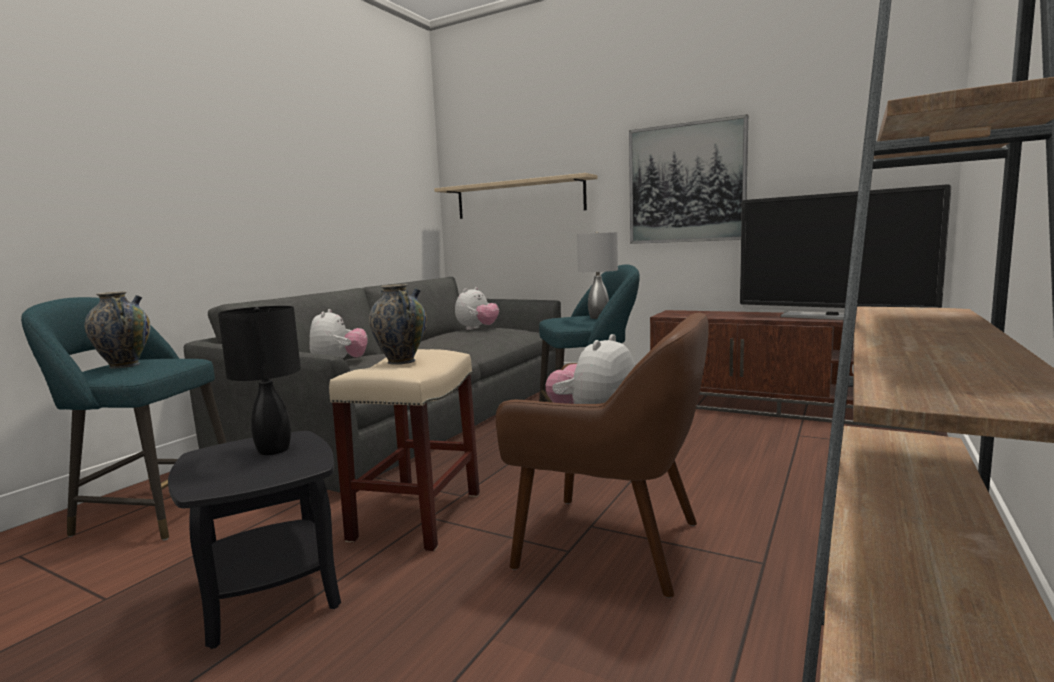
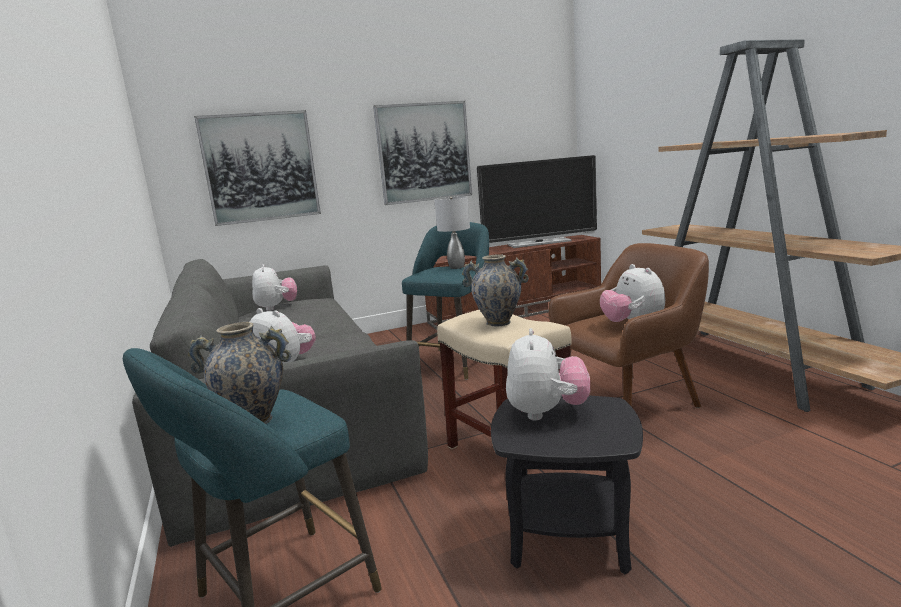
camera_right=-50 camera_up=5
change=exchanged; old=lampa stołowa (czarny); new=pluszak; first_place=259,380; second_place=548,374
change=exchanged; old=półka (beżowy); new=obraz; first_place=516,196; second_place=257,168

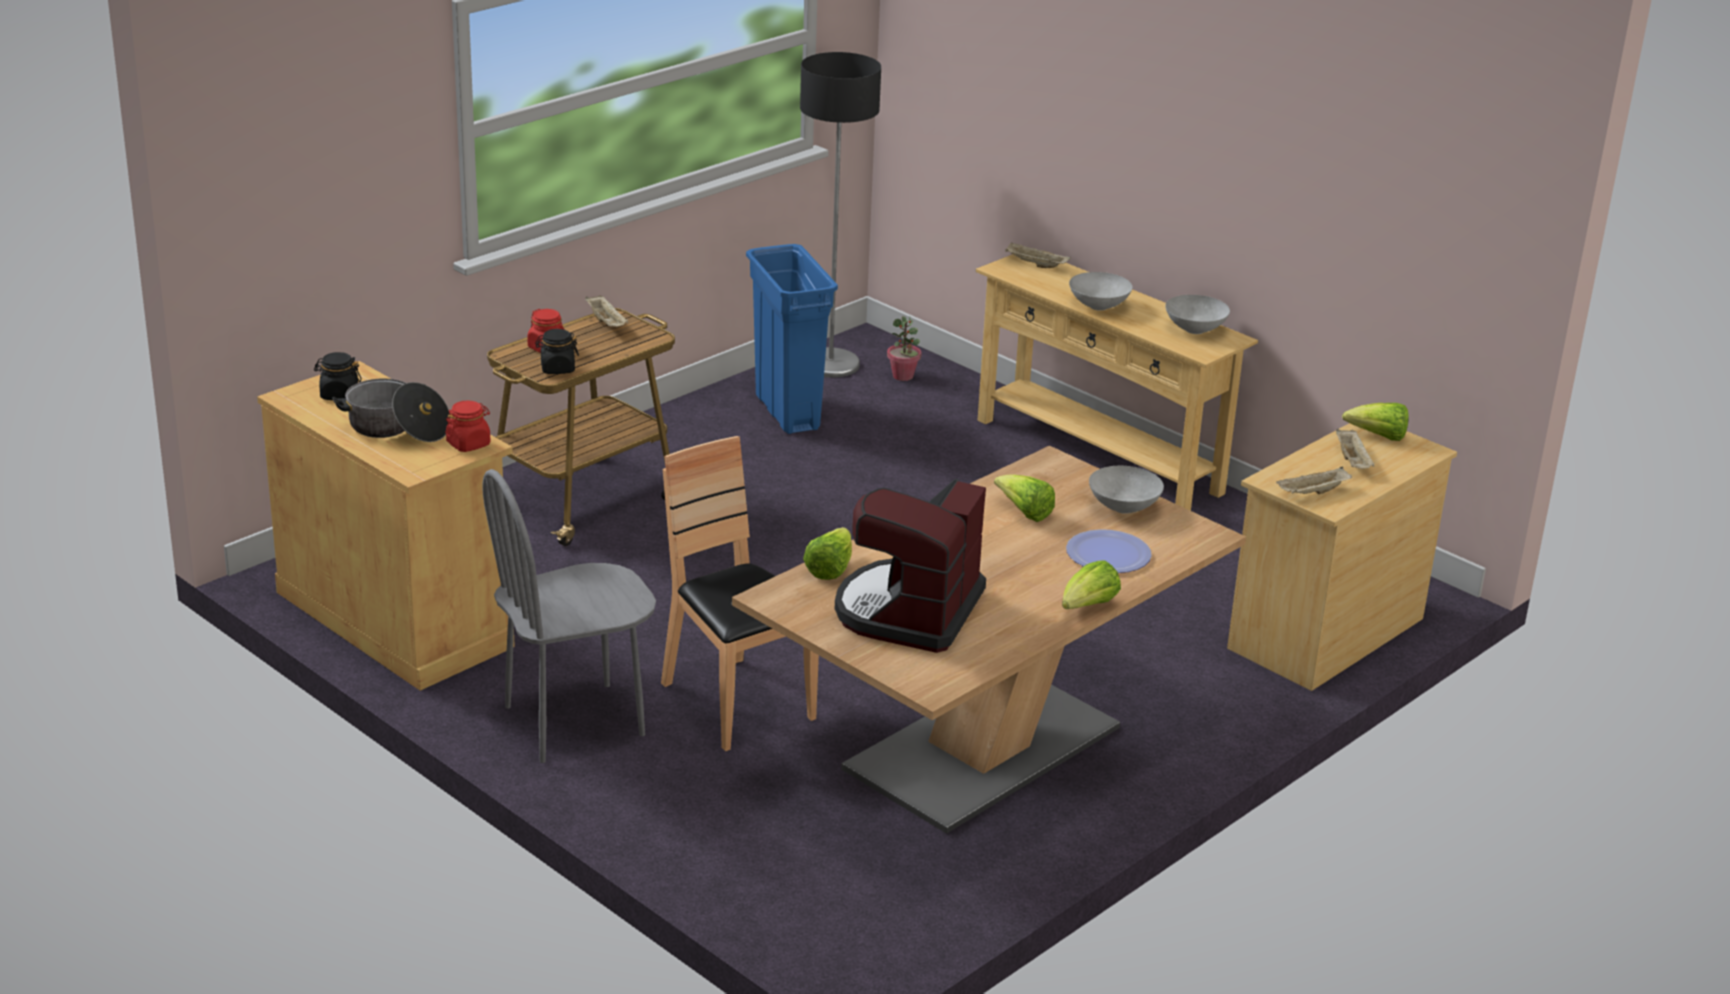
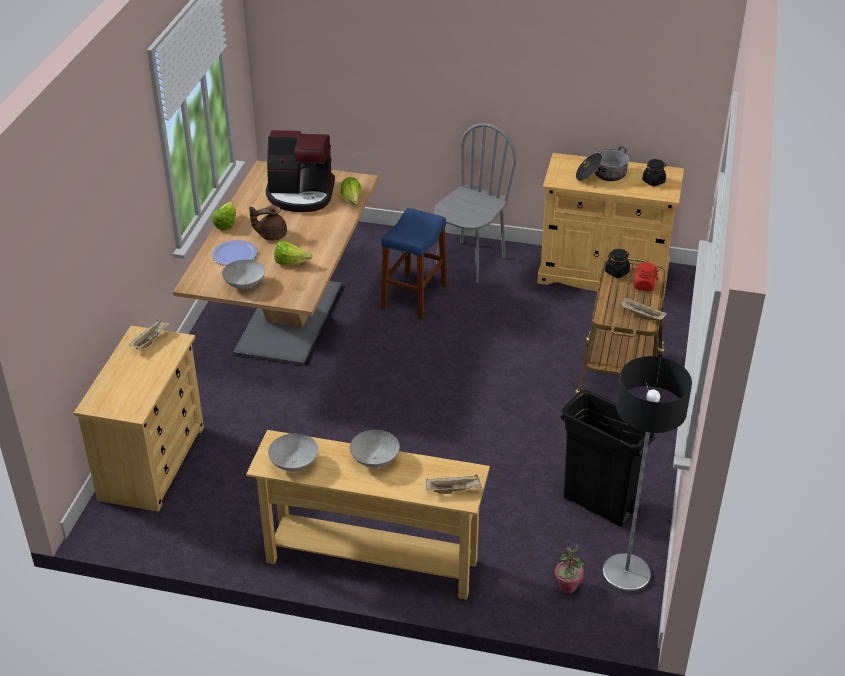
camera_right=150 camera_up=10
change=missing; old=słoik (czerwony); first_place=468,426
change=missing; old=taca (beżowy); first_place=1355,448
change=missing; old=sałata; first_place=1375,422
change=appeared; new=imbryk (brązowy); second_place=268,222
change=exchanged; old=krzesło (brązowy); new=stołek (niebieski); first_place=740,593; second_place=414,263
change=colour; old=kosz na śmieci (niebieski); new=kosz na śmieci (czarny); first_place=792,339; second_place=608,458
change=spun; old=ekspres do kawy; first_place=910,566; second_place=300,171; degrees=105

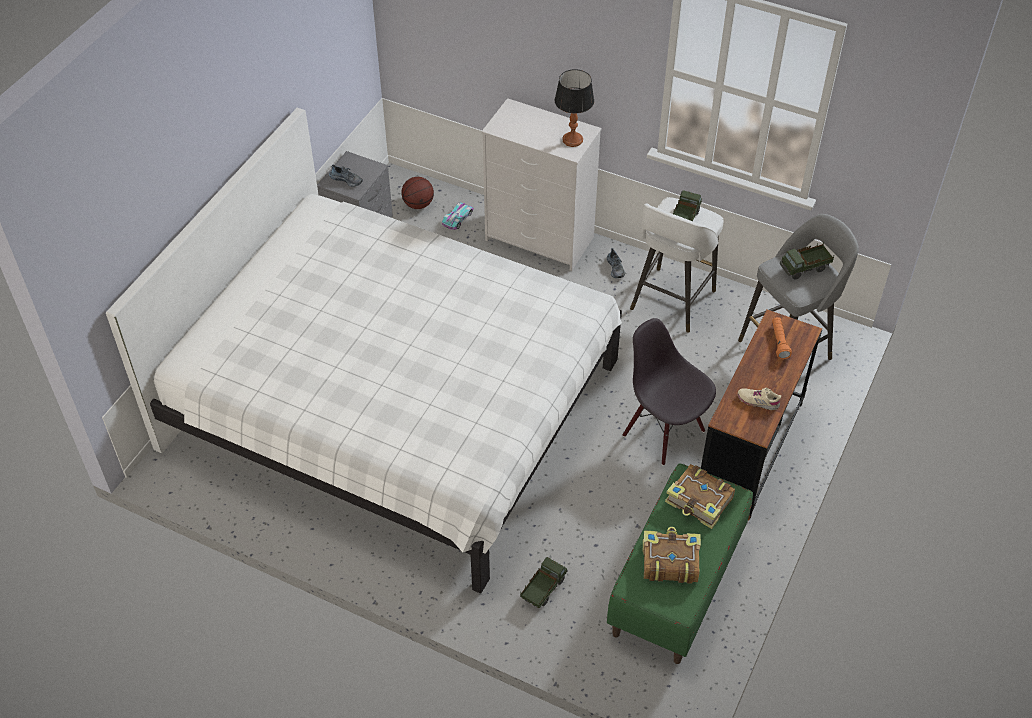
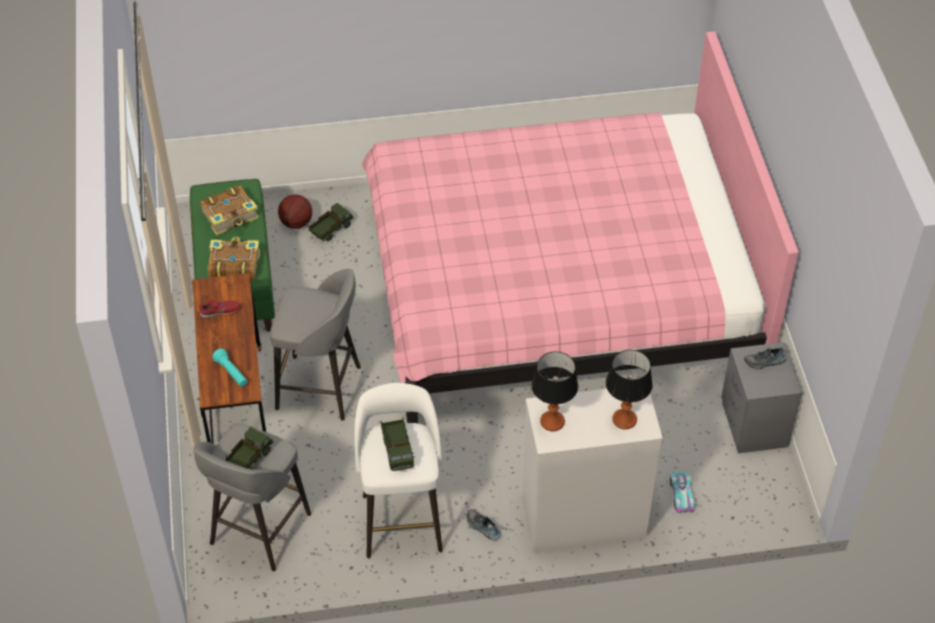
camera_right=145 camera_up=0
change=appeared; new=lampa stołowa; second_place=629,390
change=relocated; old=piłka do koszykówki; first_place=417,193; second_place=295,211
change=exchanged; old=krzesło (czarny); new=stołek (szary); first_place=669,392; second_place=315,345
change=colour; old=łóżko (biały); new=łóżko (różowy); first_place=364,351; second_place=580,227
change=colour; old=but (beżowy); new=but (czerwony); first_place=759,399; second_place=219,309
change=colour; old=latarka (pomarańczowy); new=latarka (turkusowy); first_place=782,338; second_place=229,367
change=spun; old=ciężarówka zabawkowa; first_place=544,582; second_place=331,222; degrees=-135

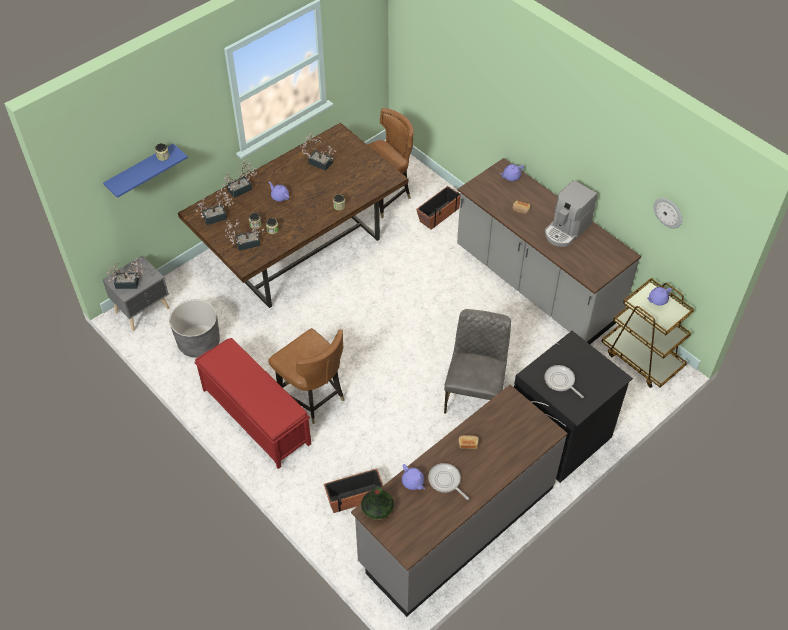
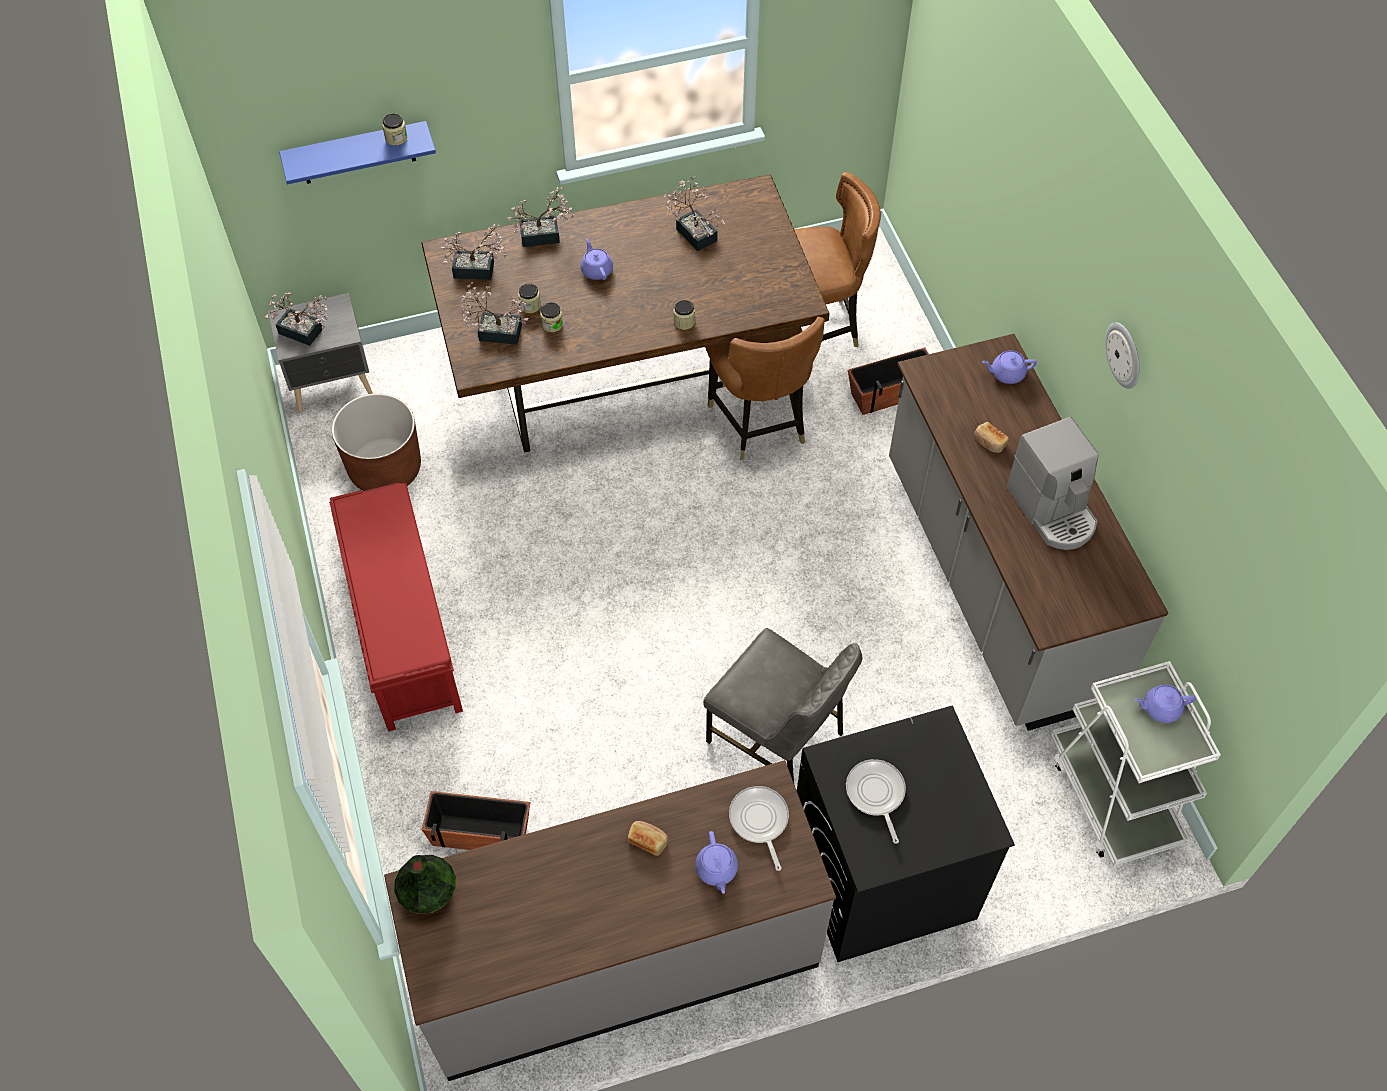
camera_right=25 camera_up=5
change=relocated; old=krzesło (brązowy); first_place=306,376; second_place=765,388
change=relocated; old=imbryk (fioletowy); first_place=413,477; second_place=716,862
change=relocated; old=patelnia; first_place=448,481; second_place=759,828
change=relocated; old=zegar ścienny; first_place=668,213; second_place=1122,355
change=colour; old=donica (szary); new=donica (brązowy); first_place=194,328; second_place=376,442
change=colour; old=wózek (brązowy); new=wózek (biały); first_place=647,333; second_place=1136,763
change=spun; old=krzesło (szary); first_place=477,361; second_place=782,705; degrees=90
change=spun; old=ekspres do kawy; first_place=571,213; second_place=1052,483; degrees=-90

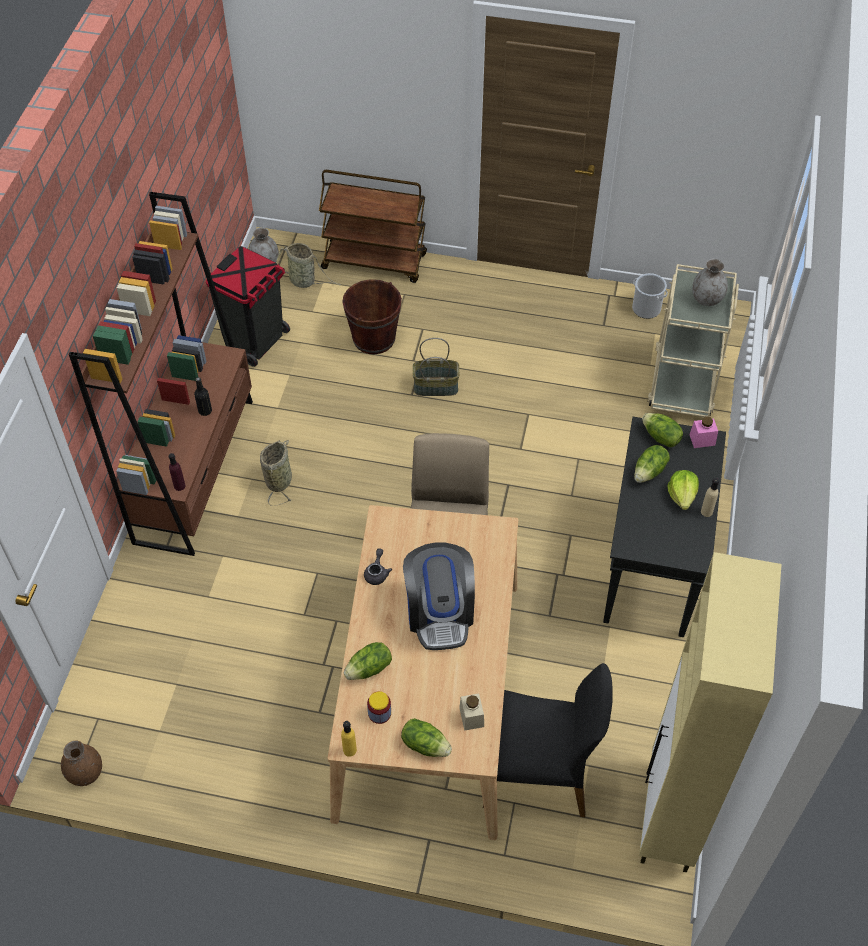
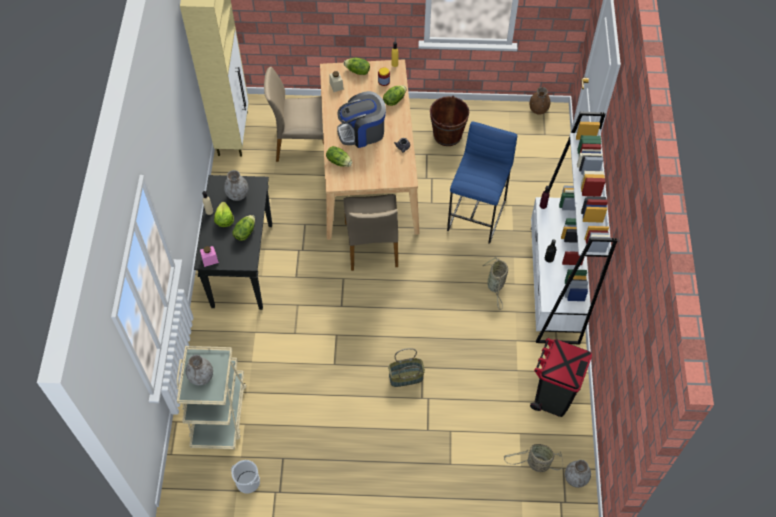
camera_right=170 camera_up=5
change=missing; old=wózek (brązowy); first_place=373,226
change=appeared; new=wazon (szary); second_place=236,185
change=appeared; new=stołek (niebieski); second_place=482,182
change=relocated; old=wiadro (brązowy); first_place=372,316; second_place=449,121
change=relocated; old=sałata; first_place=662,430; second_place=339,156
change=colour; old=regał (brązowy); new=regał (biały); first_place=161,374; second_place=574,228
change=colour; old=krzesło (czarny); new=krzesło (beżowy); first_place=548,740; second_place=294,114
change=spun; old=ekspres do kawy; first_place=439,596; second_place=361,119; degrees=-90

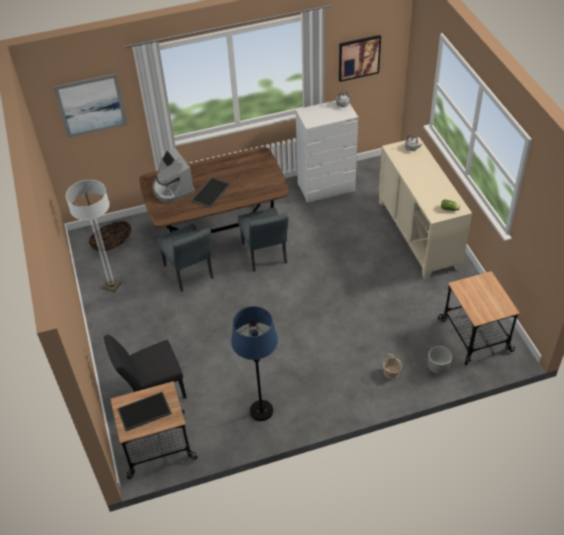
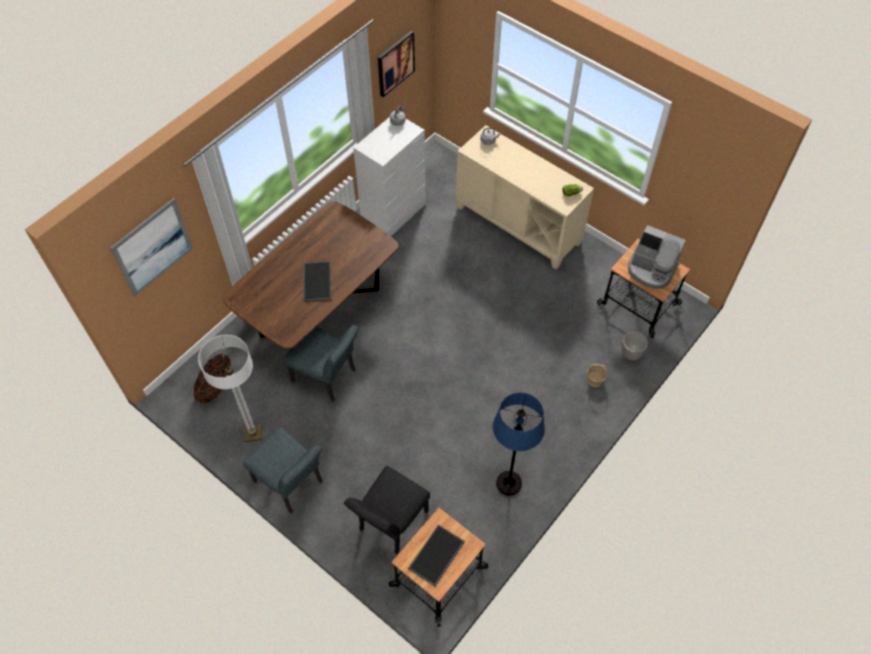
camera_right=-35 camera_up=10
change=relocated; old=ekspres do kawy; first_place=173,175; second_place=657,257
change=relocated; old=krzesło (szary); first_place=263,239; second_place=283,470

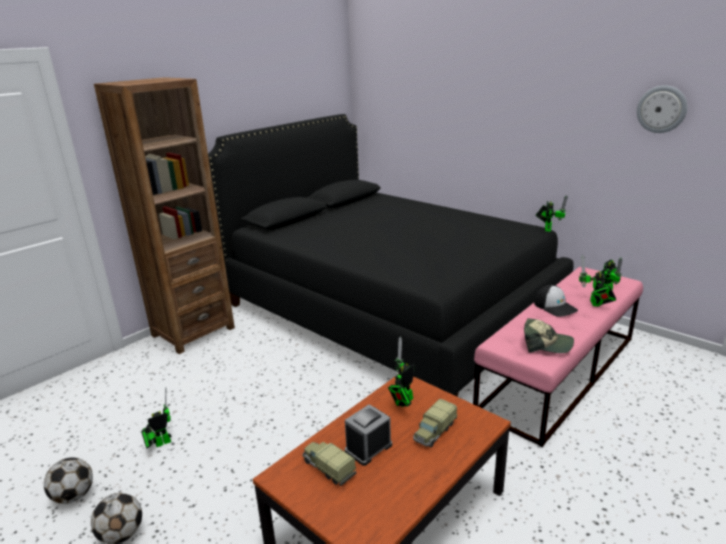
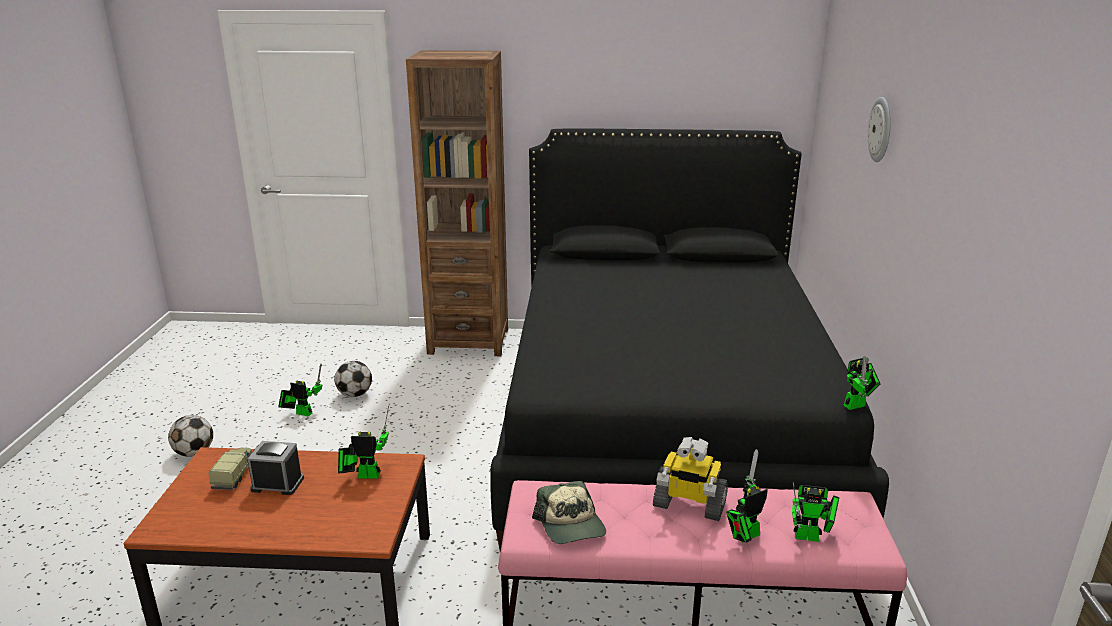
camera_right=50 camera_up=0
change=missing; old=ciężarówka zabawkowa; first_place=435,423
change=relocated; old=piłka futbolowa; first_place=68,480; second_place=353,379
change=relocated; old=zegar ścienny; first_place=662,109; second_place=879,129
change=exchanged; old=czapka z daszkiem; new=robot zabawkowy; first_place=556,300; second_place=690,479

